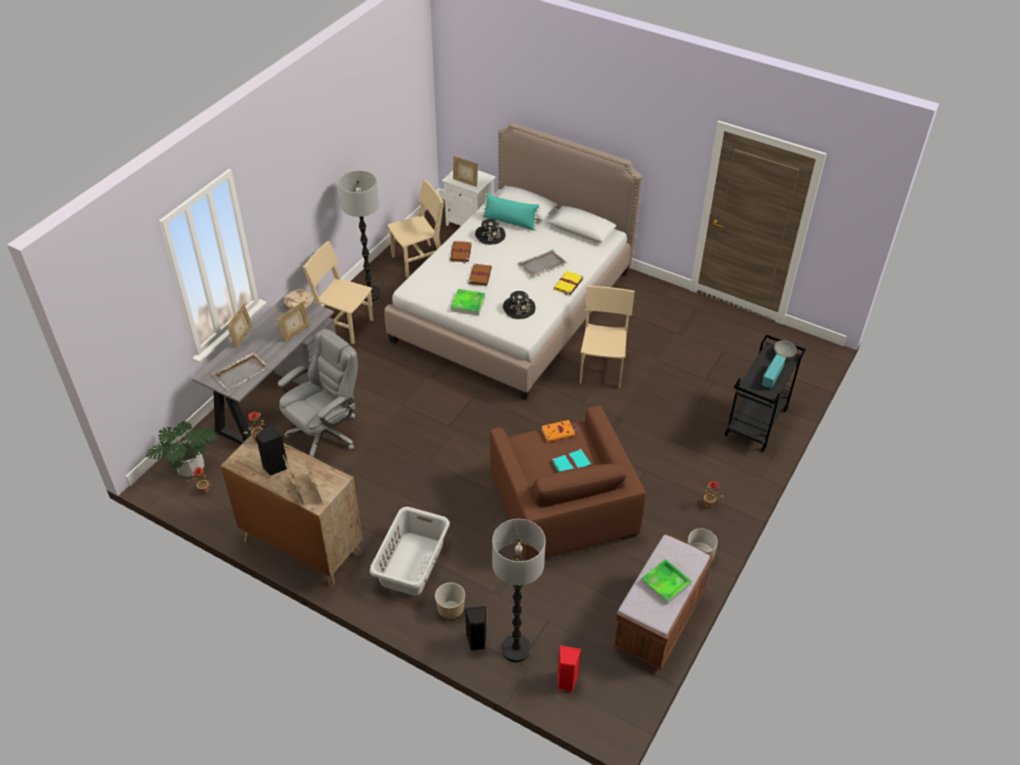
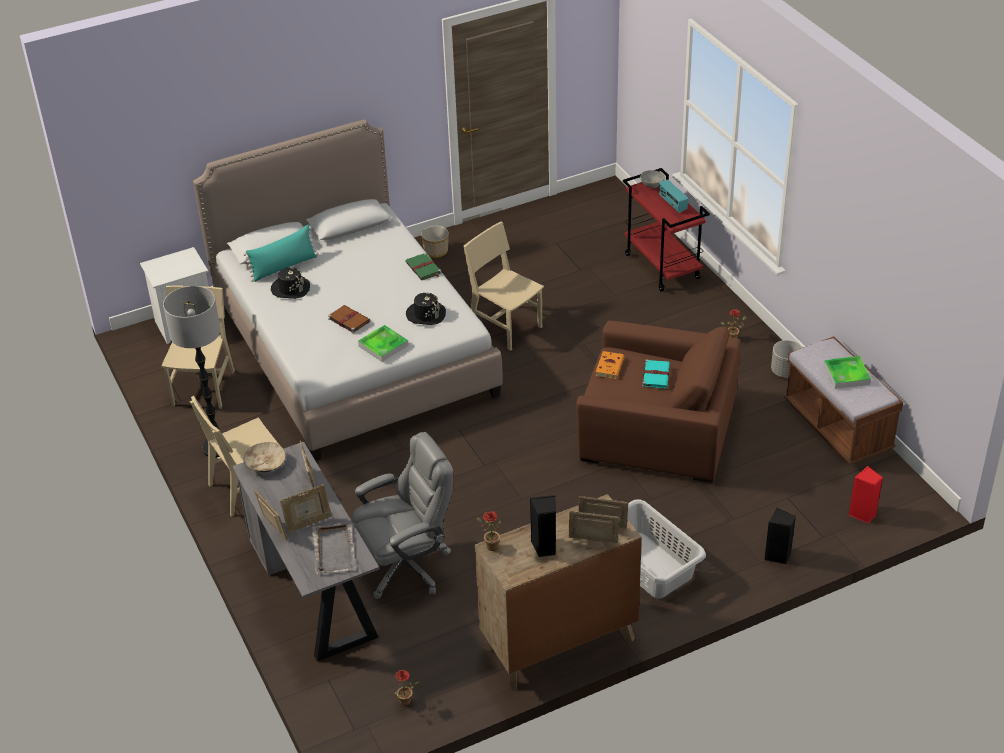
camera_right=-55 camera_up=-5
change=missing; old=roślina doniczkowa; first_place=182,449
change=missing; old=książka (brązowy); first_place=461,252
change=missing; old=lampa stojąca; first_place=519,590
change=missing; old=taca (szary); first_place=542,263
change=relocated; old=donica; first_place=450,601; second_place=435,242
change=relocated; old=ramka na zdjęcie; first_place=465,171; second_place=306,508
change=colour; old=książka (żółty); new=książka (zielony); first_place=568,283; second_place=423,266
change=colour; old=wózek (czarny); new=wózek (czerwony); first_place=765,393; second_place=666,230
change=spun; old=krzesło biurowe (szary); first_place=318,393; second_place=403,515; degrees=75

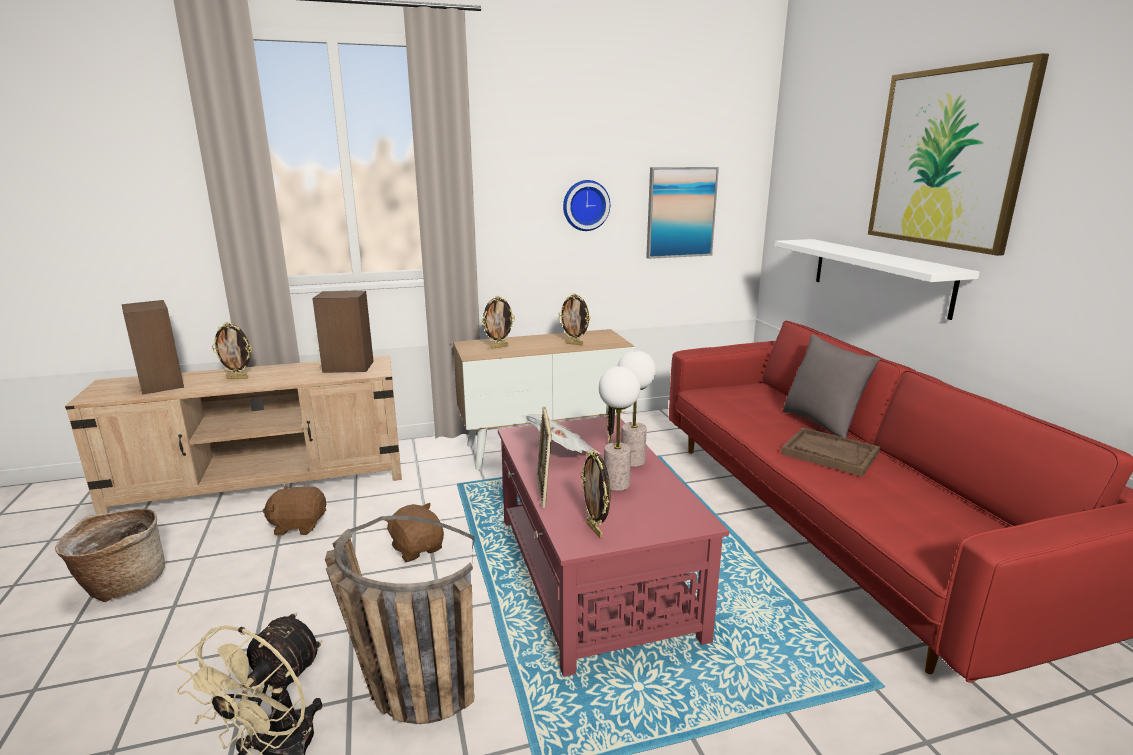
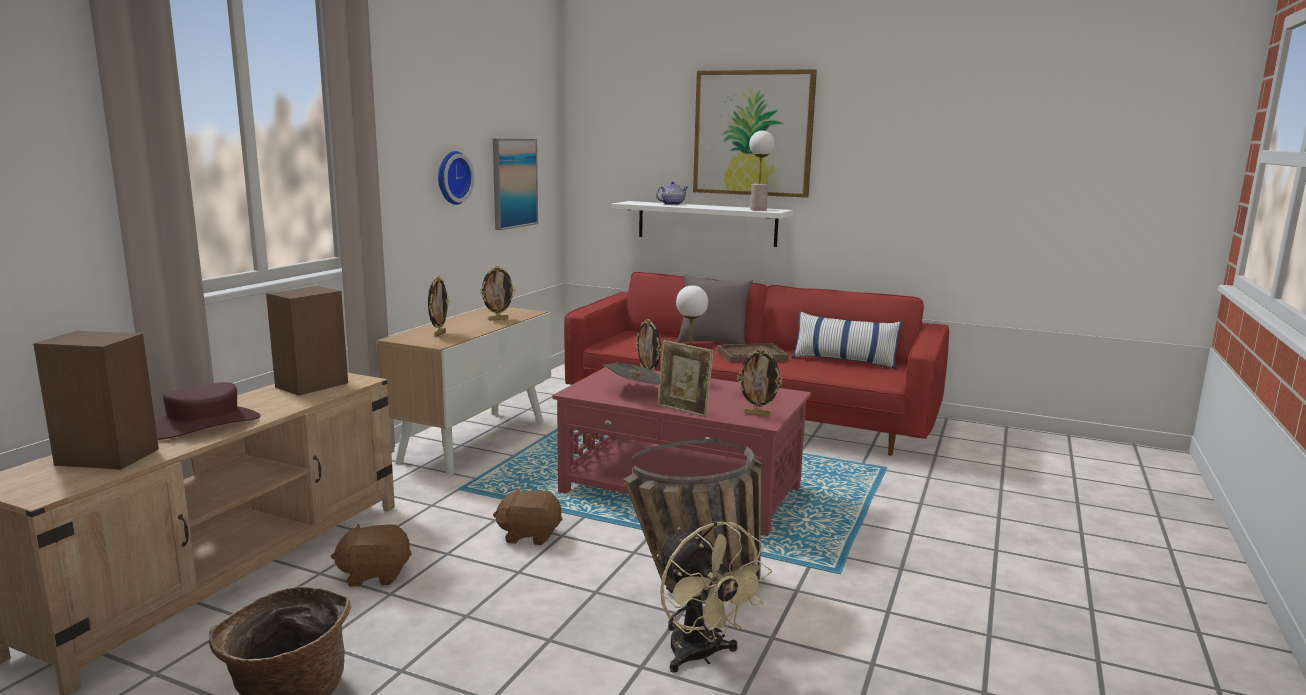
camera_right=-50 camera_up=-5
change=appeared; new=imbryk; second_place=672,193
change=appeared; new=poduszka; second_place=847,340
change=relocated; old=lampa stołowa; first_place=620,428; second_place=762,171
change=exchanged; old=ramka na zdjęcie; new=kapelusz (brązowy); first_place=232,350; second_place=208,411
change=spun; old=pluszak (brązowy); first_place=294,510; second_place=371,555; degrees=45

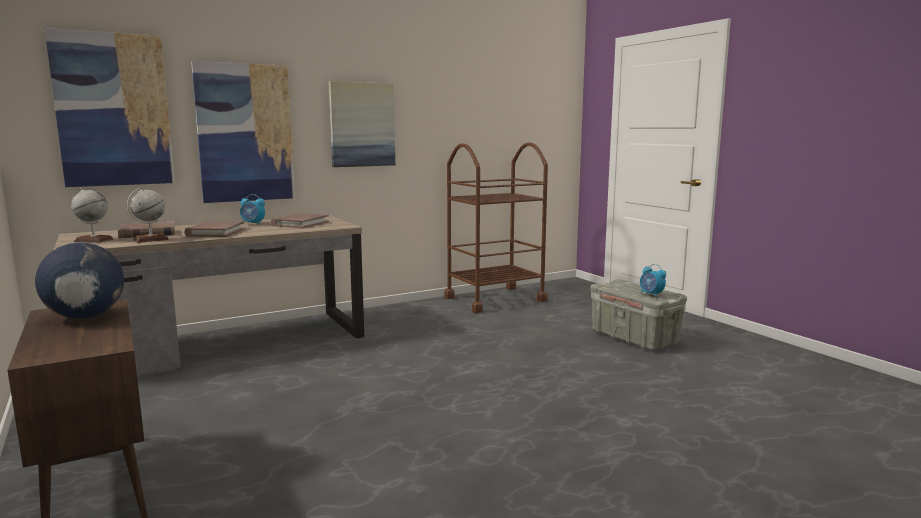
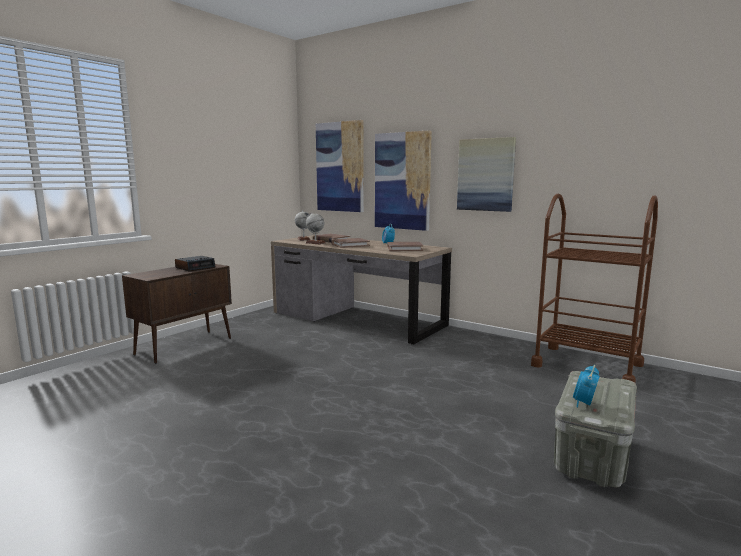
camera_right=65 camera_up=0
change=exchanged; old=globus; new=budzik; first_place=79,281; second_place=195,264

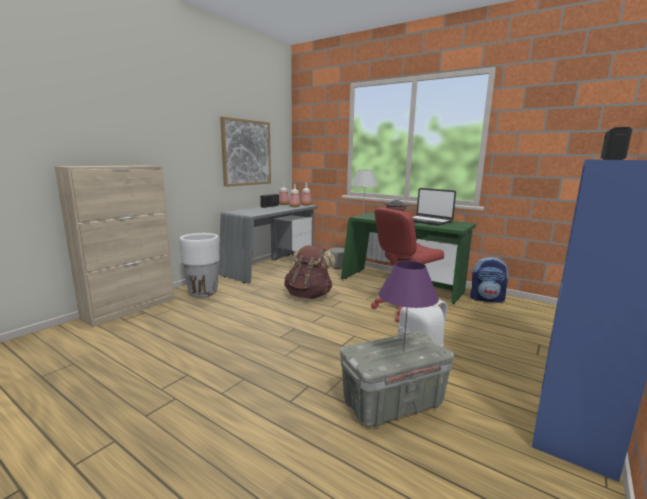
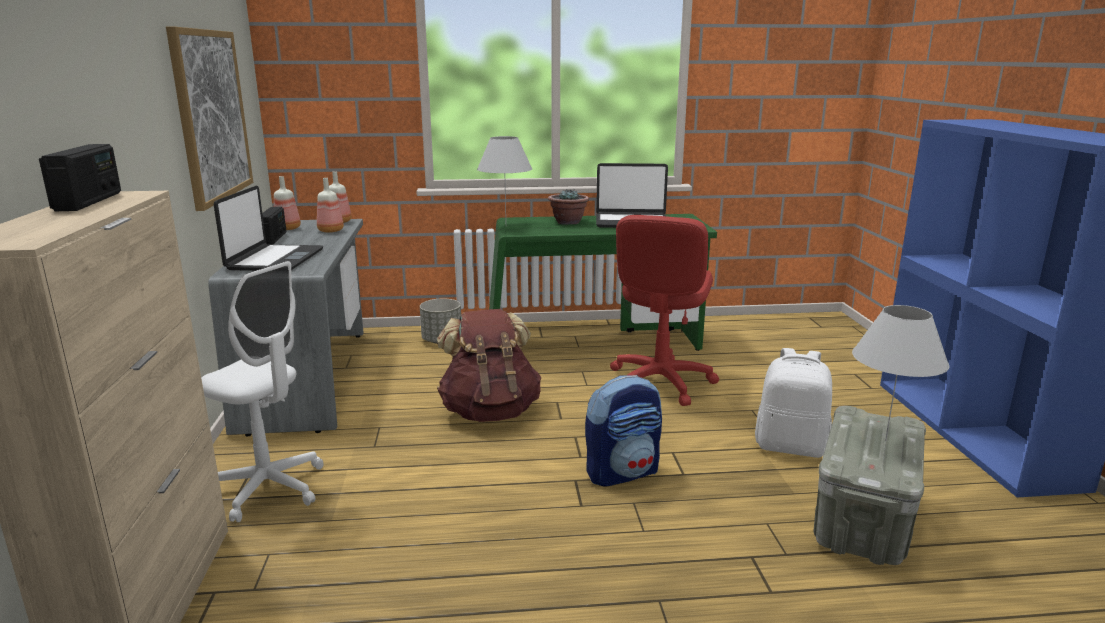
camera_right=-40 camera_up=5
change=appeared; new=laptop; second_place=268,228
change=relocated; old=plecak; first_place=489,280; second_place=623,431
change=relocated; old=radio; first_place=616,143; second_place=80,177
change=exchanged; old=donica (biały); new=krzesło biurowe (biały); first_place=199,265; second_place=262,391
change=colour; old=lampa stołowa (fioletowy); new=lampa stołowa (biały); first_place=408,306; second_place=901,373

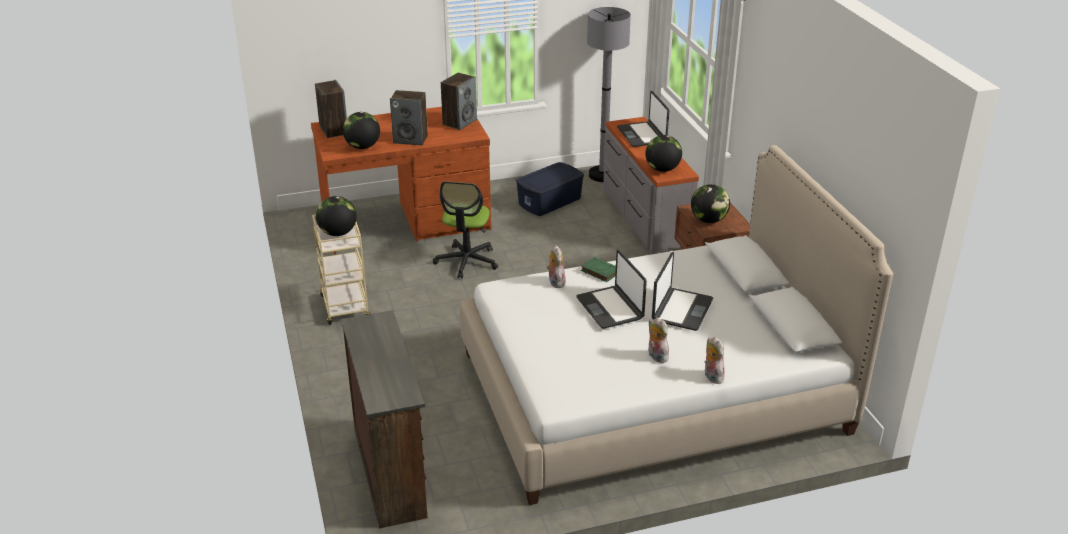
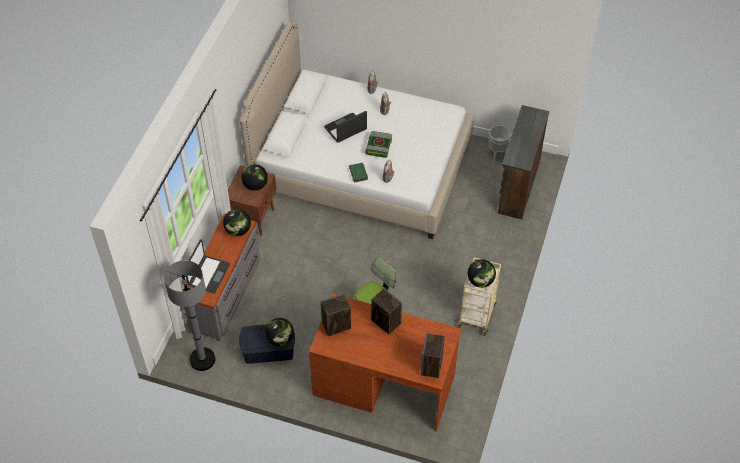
camera_right=-145 camera_up=20
change=appeared; new=donica (szary); second_place=500,143
change=relocated; old=globus; first_place=361,130; second_place=279,332
change=exchanged; old=laptop; new=książka; first_place=611,289; second_place=378,144

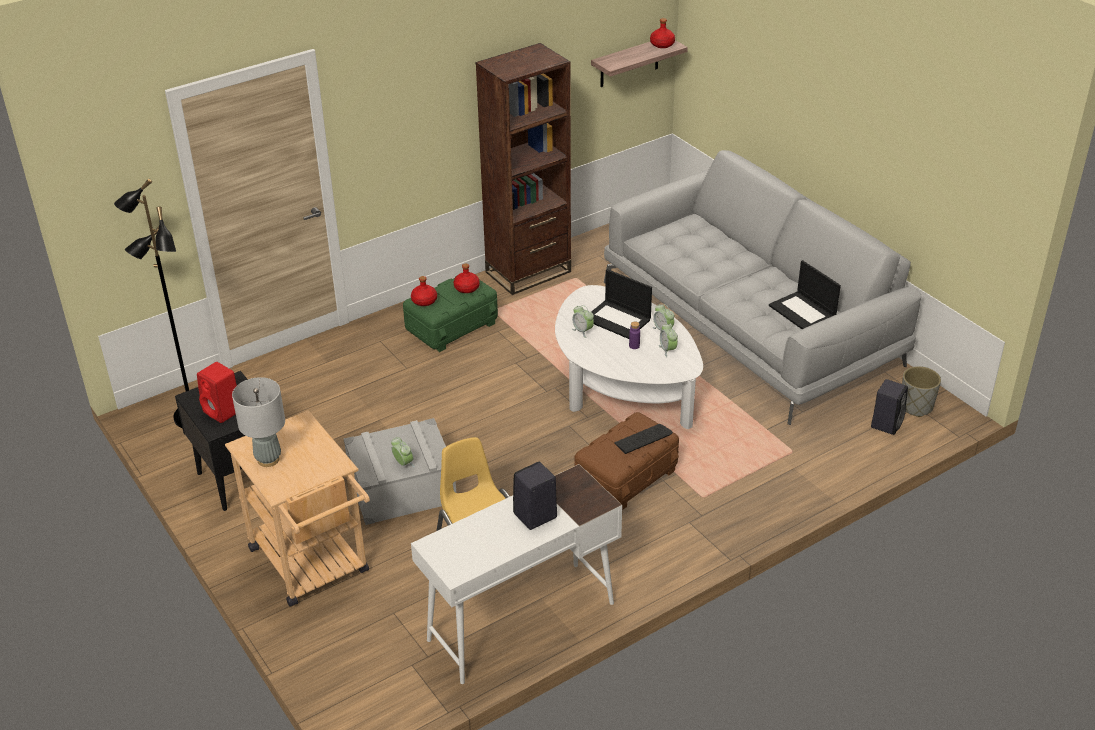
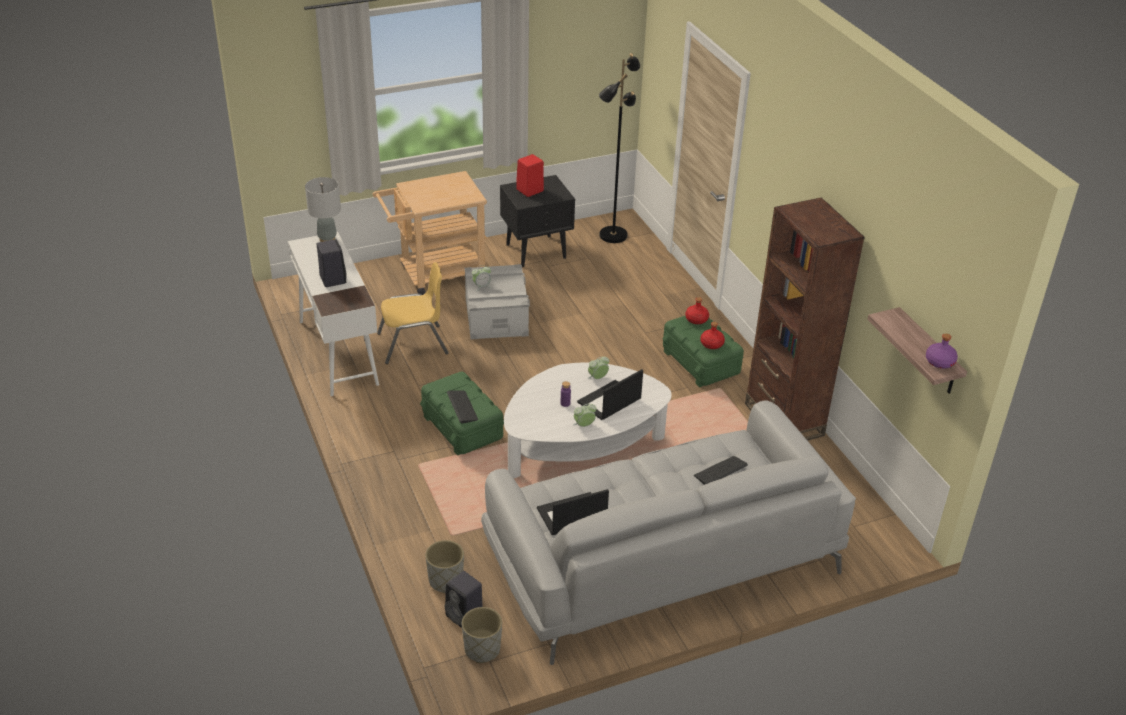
camera_right=100 camera_up=0
change=missing; old=budzik; first_place=668,340
change=appeared; new=donica (szary); second_place=444,567
change=appeared; new=klawiatura; second_place=721,470
change=relocated; old=lampa stołowa (szary); first_place=258,422; second_place=323,209
change=colour; old=pojemnik do przechowywania (brązowy); new=pojemnik do przechowywania (zielony); first_place=626,461; second_place=462,413
change=colour; old=butelka (czerwony); new=butelka (fioletowy); first_place=662,33; second_place=942,351

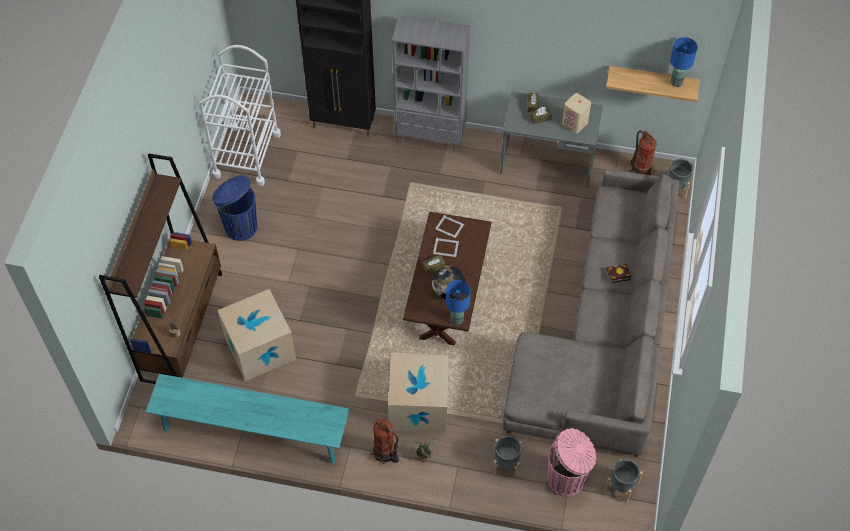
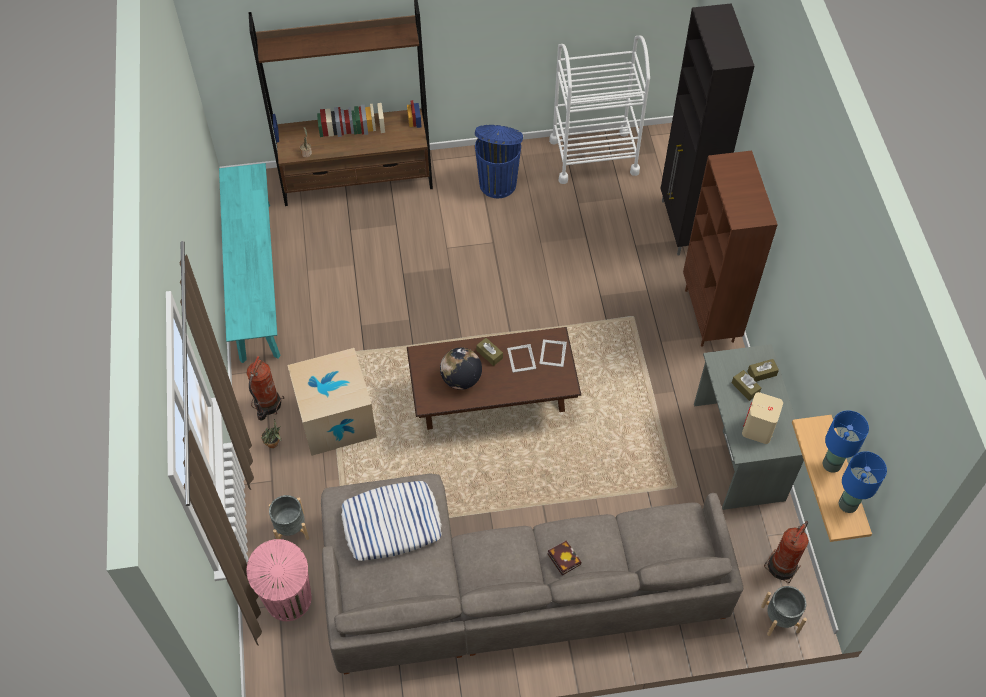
camera_right=70 camera_up=0
change=missing; old=karton; first_place=256,335
change=missing; old=donica (szary); first_place=623,481
change=appeared; new=poduszka; second_place=391,521
change=relocated; old=lampa stołowa (niebieski); first_place=458,302; second_place=846,441
change=colour; old=regał (szary); new=regał (brązowy); first_place=431,83; second_place=730,249

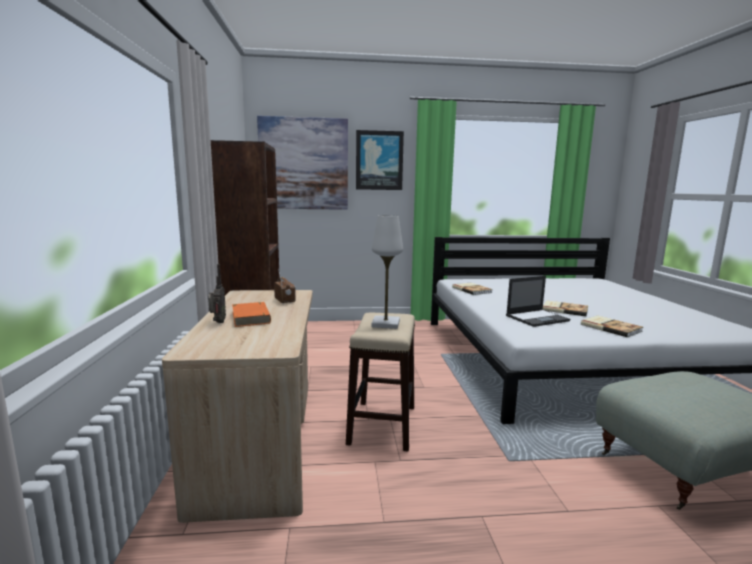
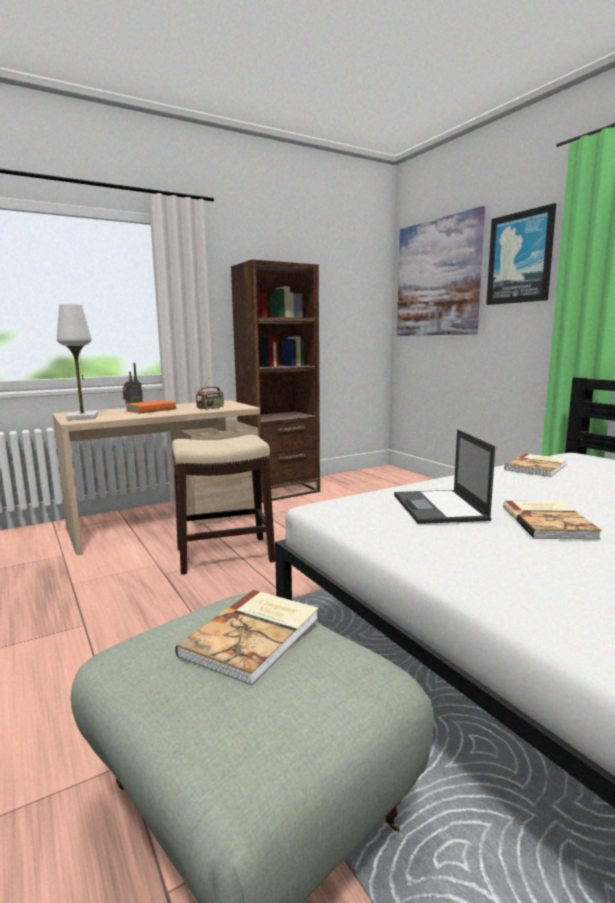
camera_right=65 camera_up=0
change=relocated; old=lampa stołowa (biały); first_place=387,272; second_place=77,362
change=relocated; old=książka; first_place=612,326; second_place=247,638
change=spun; old=laptop; first_place=538,301; second_place=444,476; degrees=45

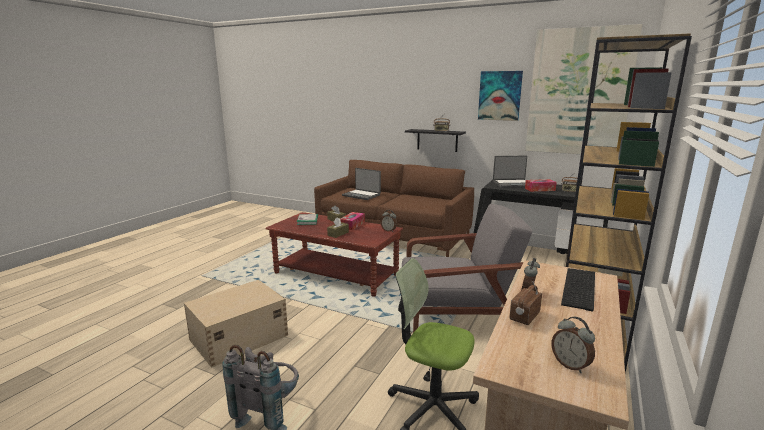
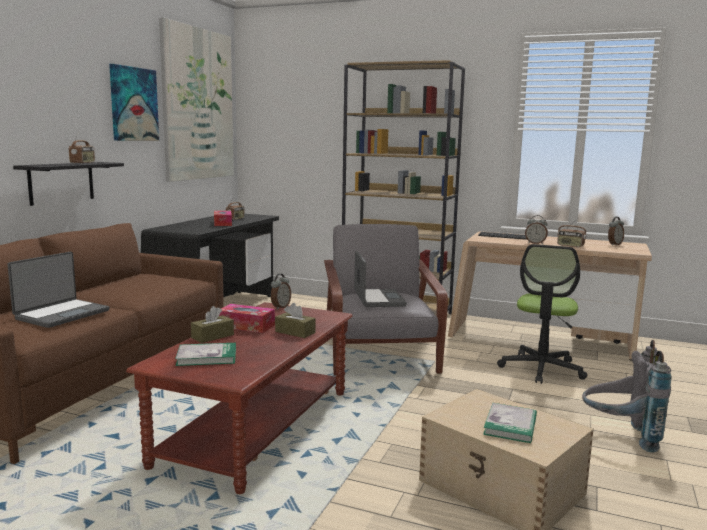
camera_right=-95 camera_up=-5
change=appeared; new=książka; second_place=510,423
change=relocated; old=laptop; first_place=510,172; second_place=380,279

